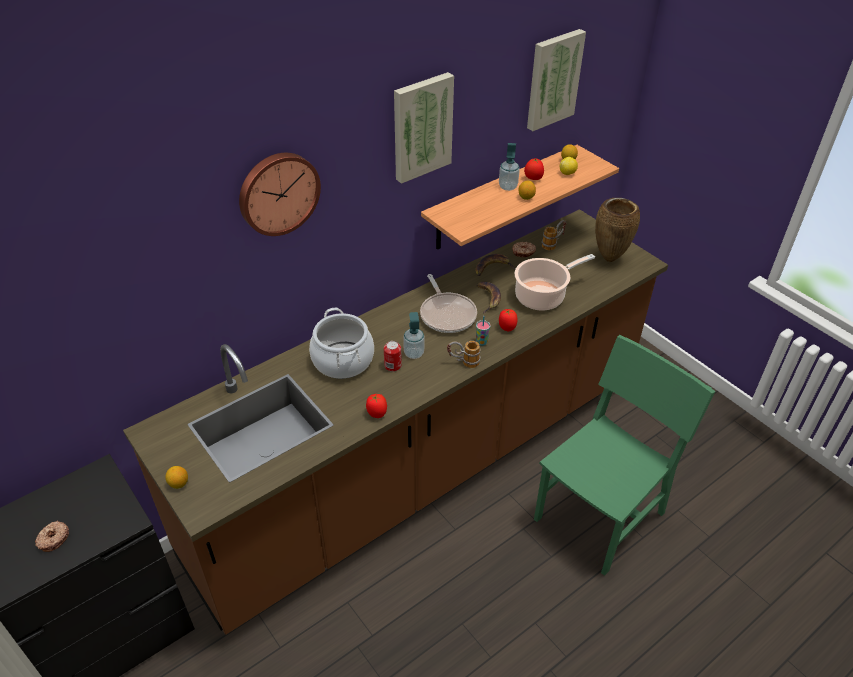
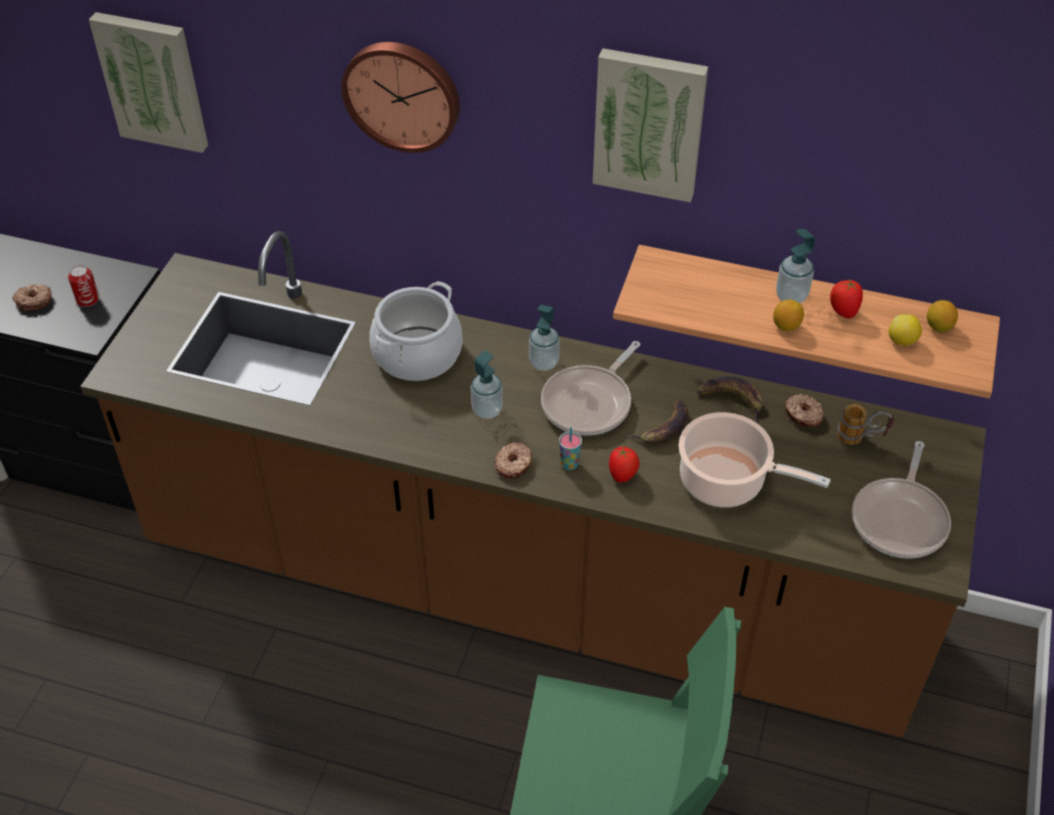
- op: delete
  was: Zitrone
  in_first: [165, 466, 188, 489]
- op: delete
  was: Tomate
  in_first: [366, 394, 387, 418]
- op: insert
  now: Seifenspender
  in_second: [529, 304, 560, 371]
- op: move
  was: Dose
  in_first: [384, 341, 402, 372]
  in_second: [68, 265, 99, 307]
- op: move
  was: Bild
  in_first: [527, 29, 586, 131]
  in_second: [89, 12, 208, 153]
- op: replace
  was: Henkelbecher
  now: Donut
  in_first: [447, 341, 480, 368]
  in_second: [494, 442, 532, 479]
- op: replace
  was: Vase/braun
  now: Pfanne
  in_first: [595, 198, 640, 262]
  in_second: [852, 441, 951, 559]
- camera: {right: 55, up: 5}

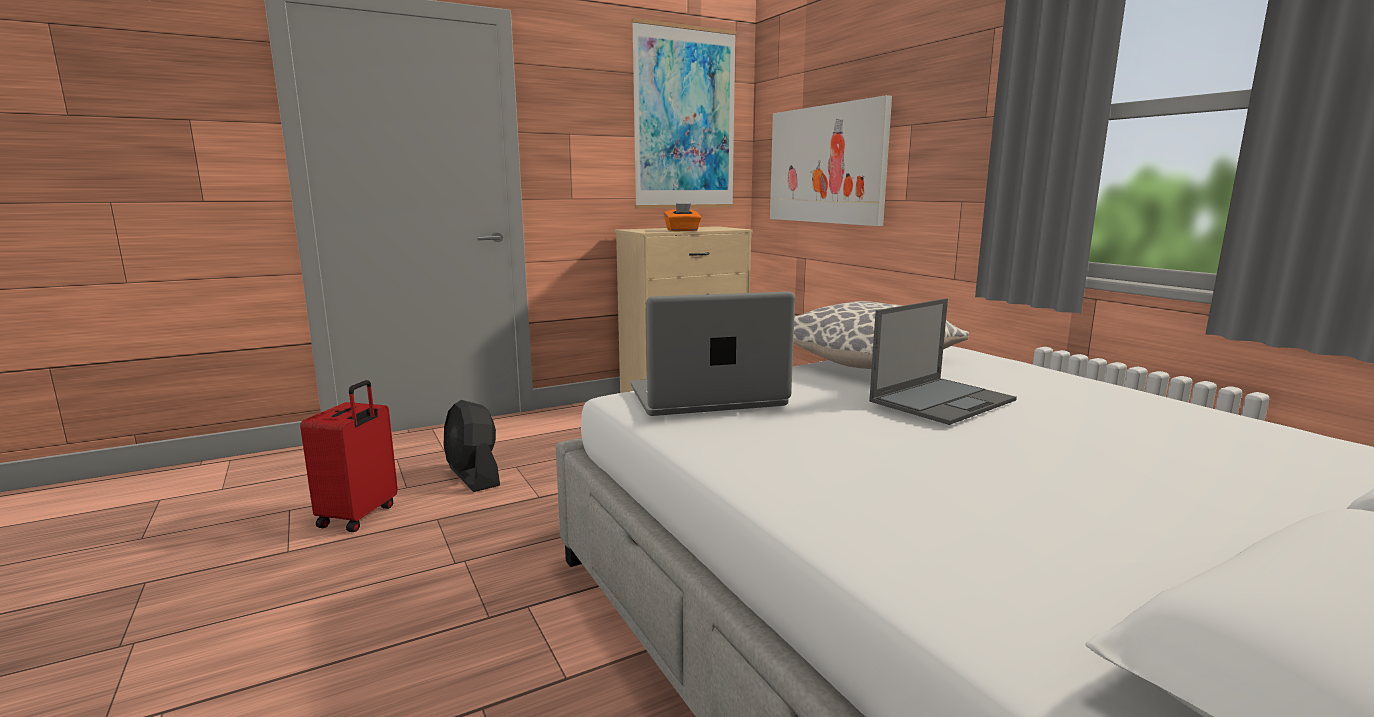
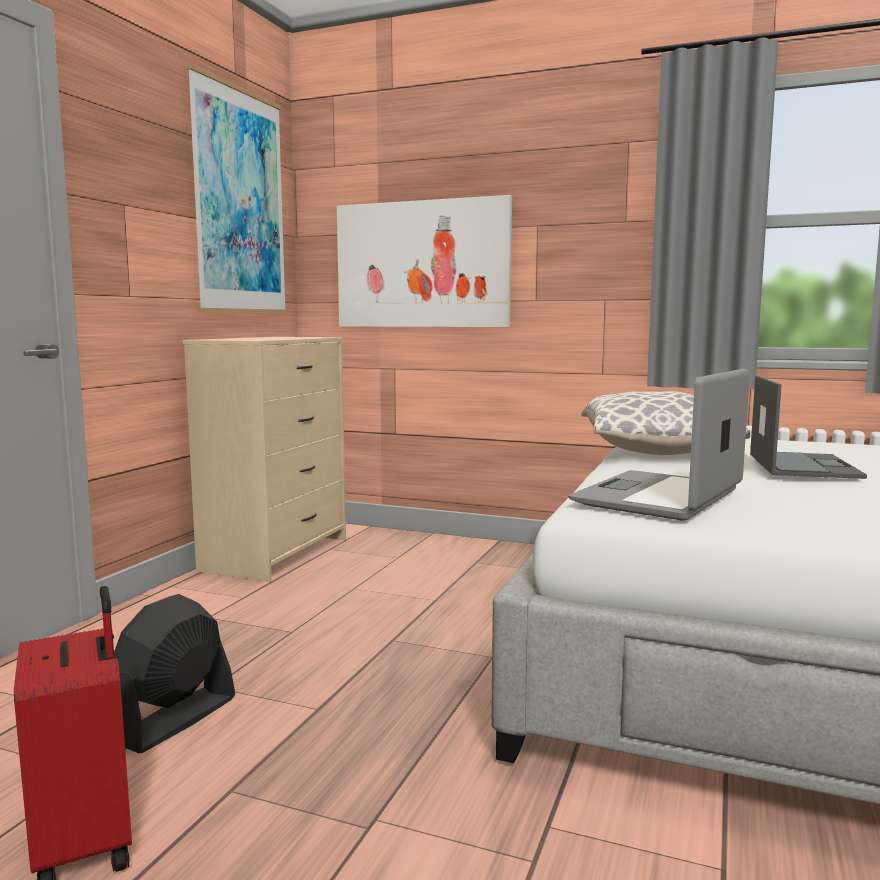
- op: delete
  was: Taschentuchbox/orange
  in_first: [664, 203, 701, 231]
- op: rotate
  was: Ventilator/schwarz
  in_first: [444, 400, 500, 492]
  in_second: [114, 594, 235, 754]
  clockwise: 105
- camera: {right: -40, up: -5}

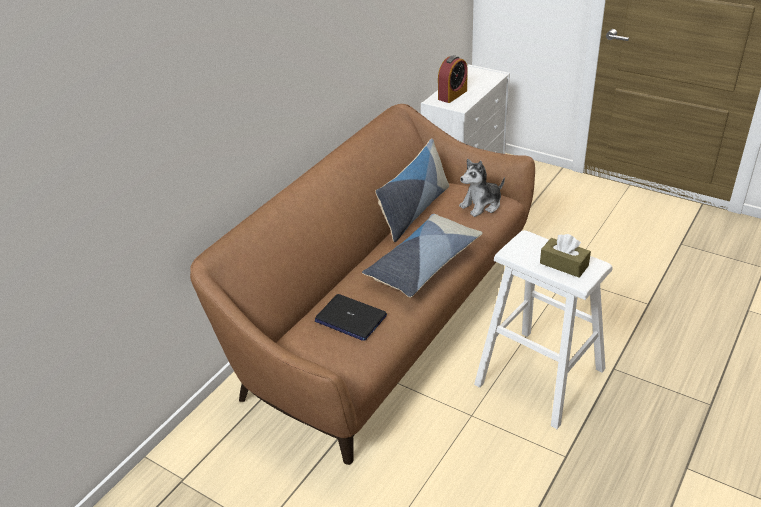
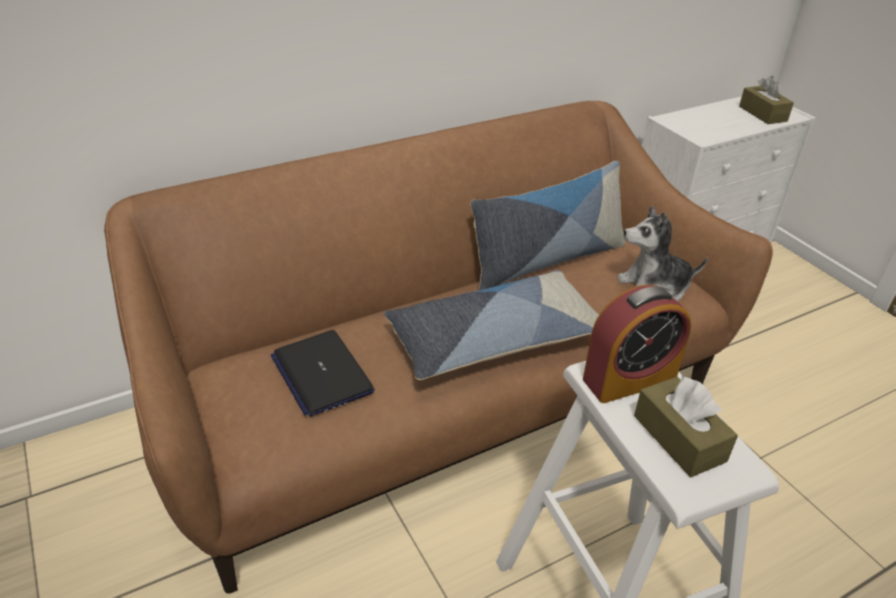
- op: insert
  now: Taschentuchbox/braun
  in_second: [739, 76, 794, 124]
- op: move
  was: Wecker
  in_first: [438, 55, 468, 103]
  in_second: [583, 284, 691, 403]
- camera: {right: 25, up: 0}

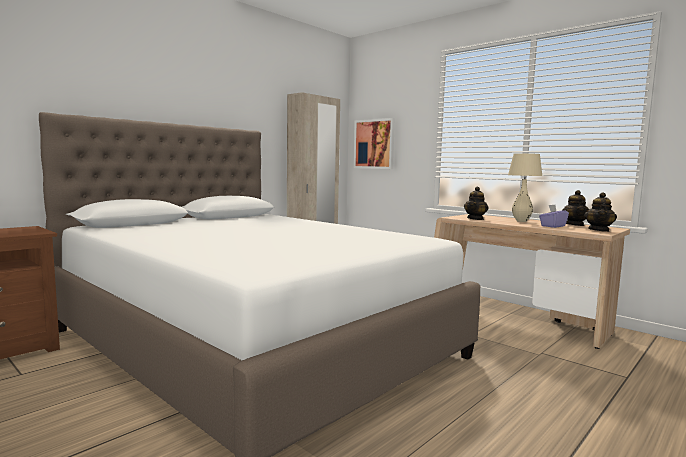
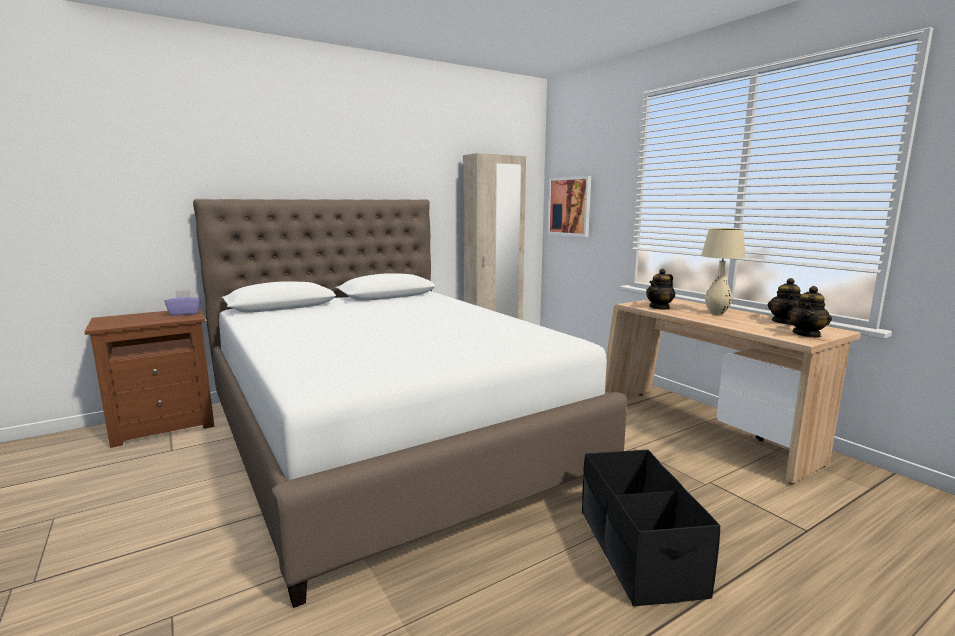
- op: insert
  now: Aufbewahrungsbox/schwarz
  in_second: [582, 450, 720, 607]
- op: move
  was: Taschentuchbox/lila
  in_first: [539, 205, 569, 228]
  in_second: [165, 290, 201, 316]
- camera: {right: 15, up: 5}

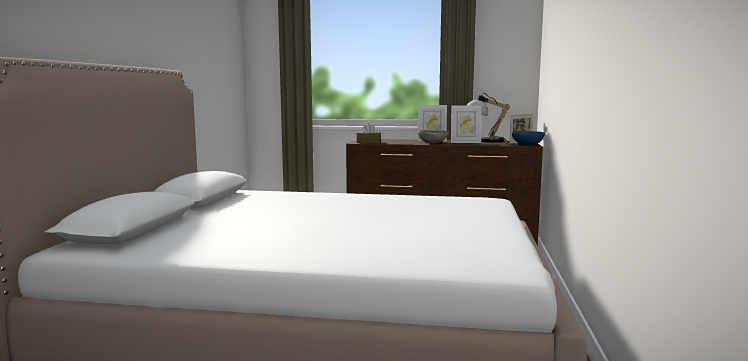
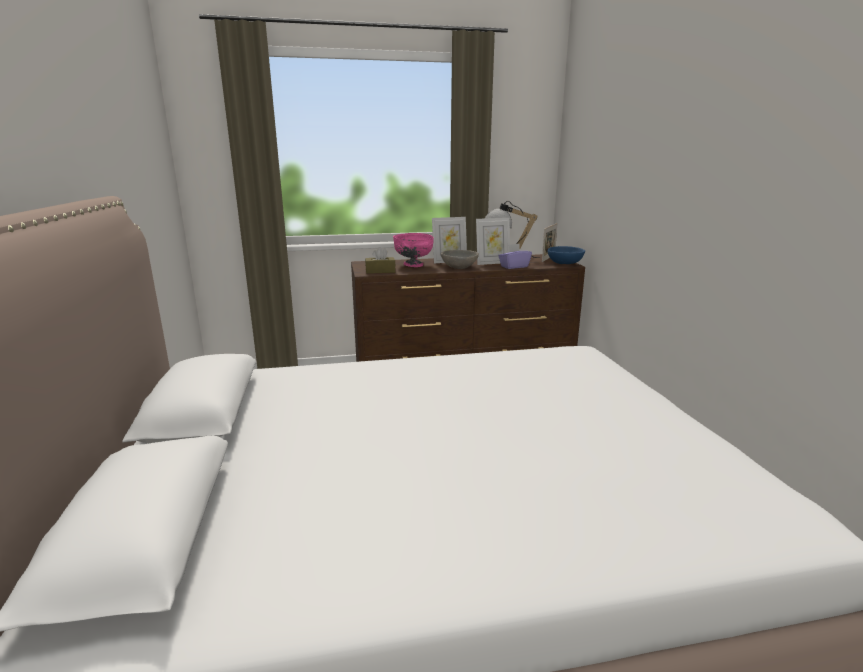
- op: insert
  now: Schüssel/rosa
  in_second: [393, 233, 434, 267]
- op: insert
  now: Taschentuchbox/lila
  in_second: [498, 244, 532, 269]
- camera: {right: -20, up: 10}

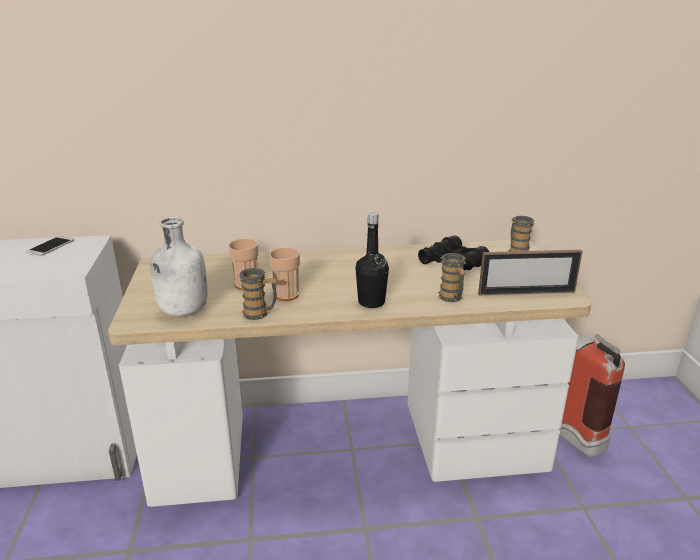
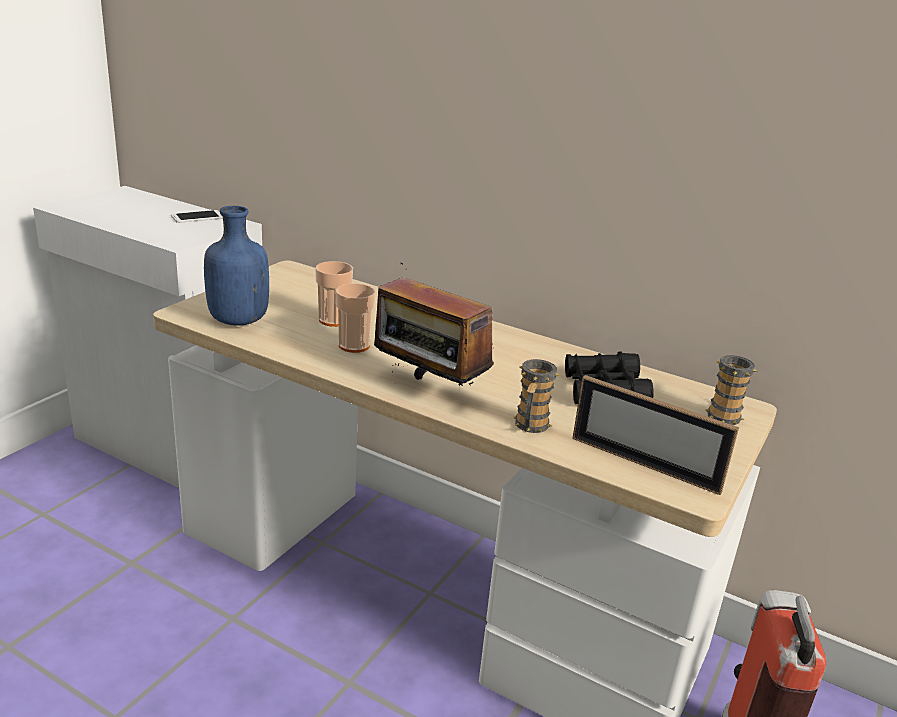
- op: delete
  was: Henkelbecher
  in_first: [238, 268, 277, 320]
- op: replace
  was: Flasche/schwarz
  now: Radio
  in_first: [356, 212, 389, 308]
  in_second: [374, 263, 494, 389]
- op: recolor
  was: Flasche/weiß
  now: Flasche/blau
  in_first: [150, 217, 208, 316]
  in_second: [204, 206, 269, 326]
- camera: {right: 35, up: 0}

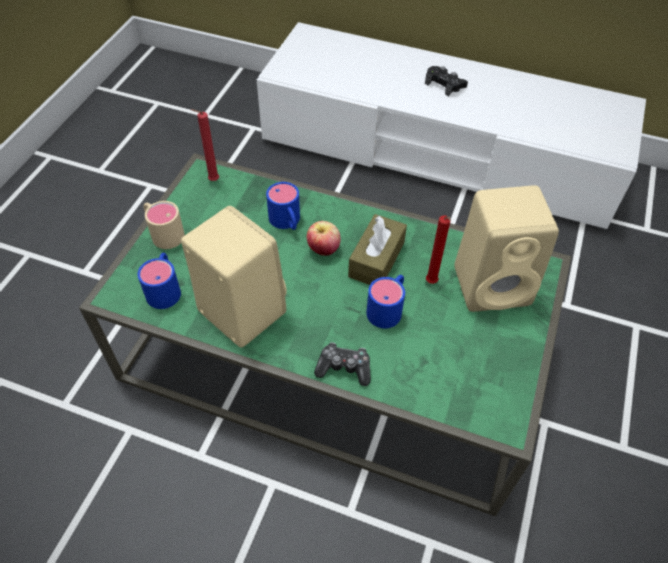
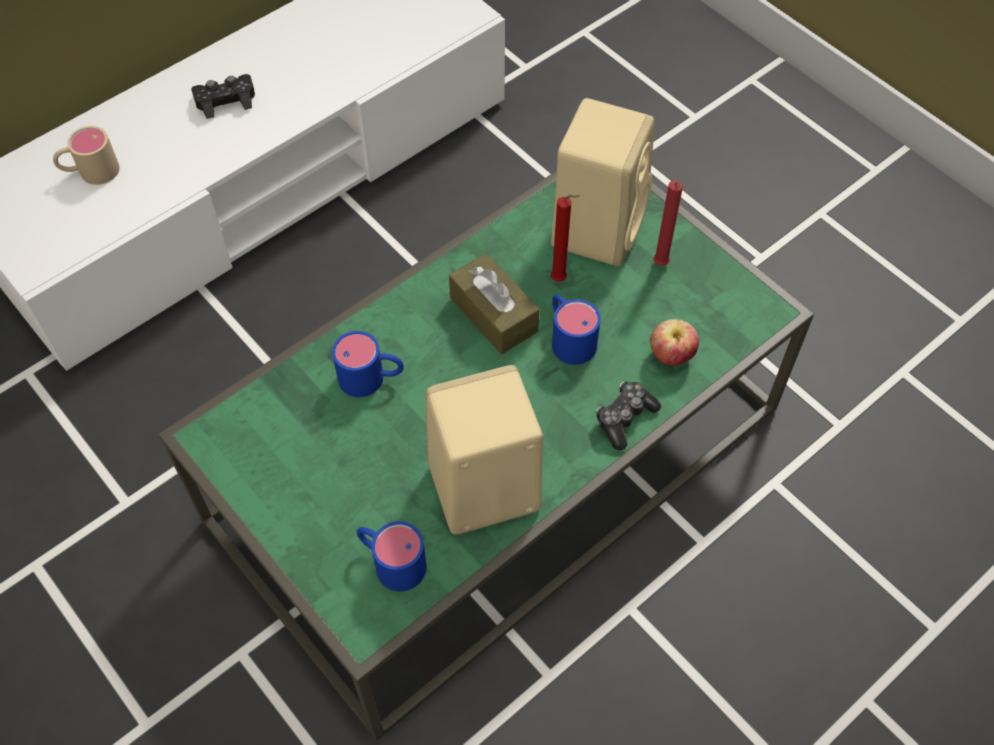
- op: move
  was: Henkelbecher/beige
  in_first: [144, 201, 185, 249]
  in_second: [53, 126, 120, 185]
- op: move
  was: Kerze/rot
  in_first: [191, 109, 219, 181]
  in_second: [653, 180, 683, 266]
- op: move
  was: Apfel
  in_first: [307, 221, 341, 256]
  in_second: [650, 319, 699, 366]
- camera: {right: -60, up: 5}

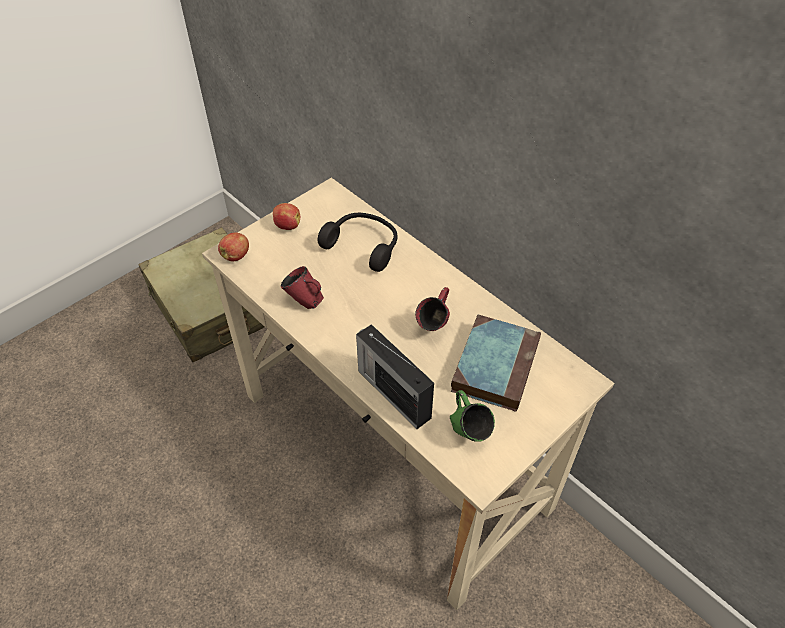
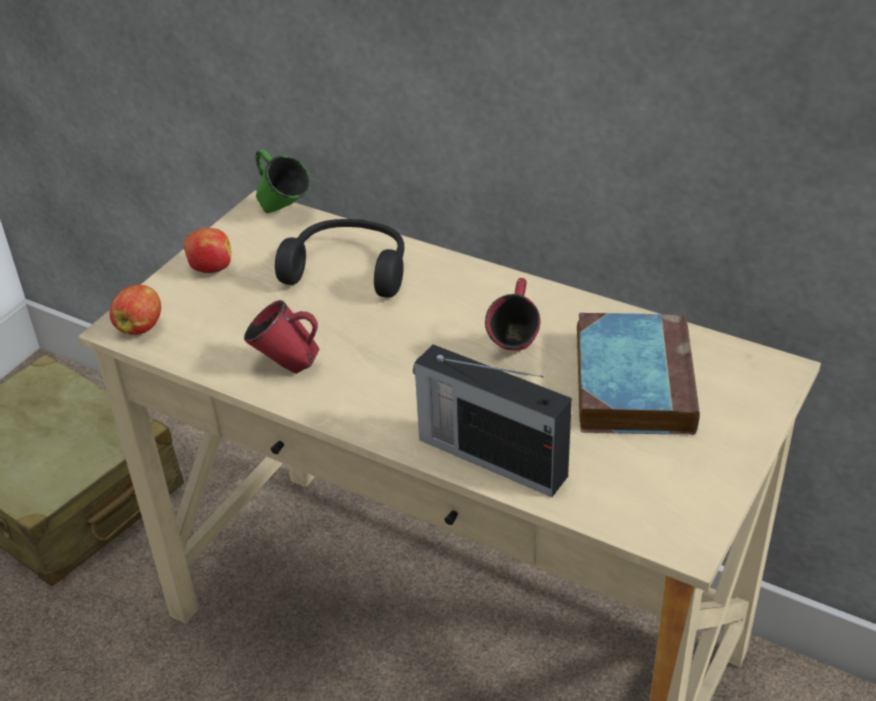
- op: move
  was: Henkelbecher/grün
  in_first: [450, 390, 495, 442]
  in_second: [255, 149, 310, 213]
- camera: {right: -15, up: -10}

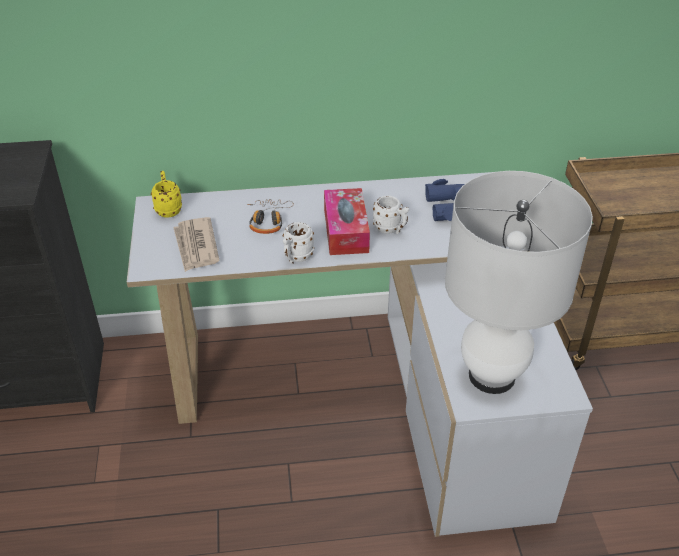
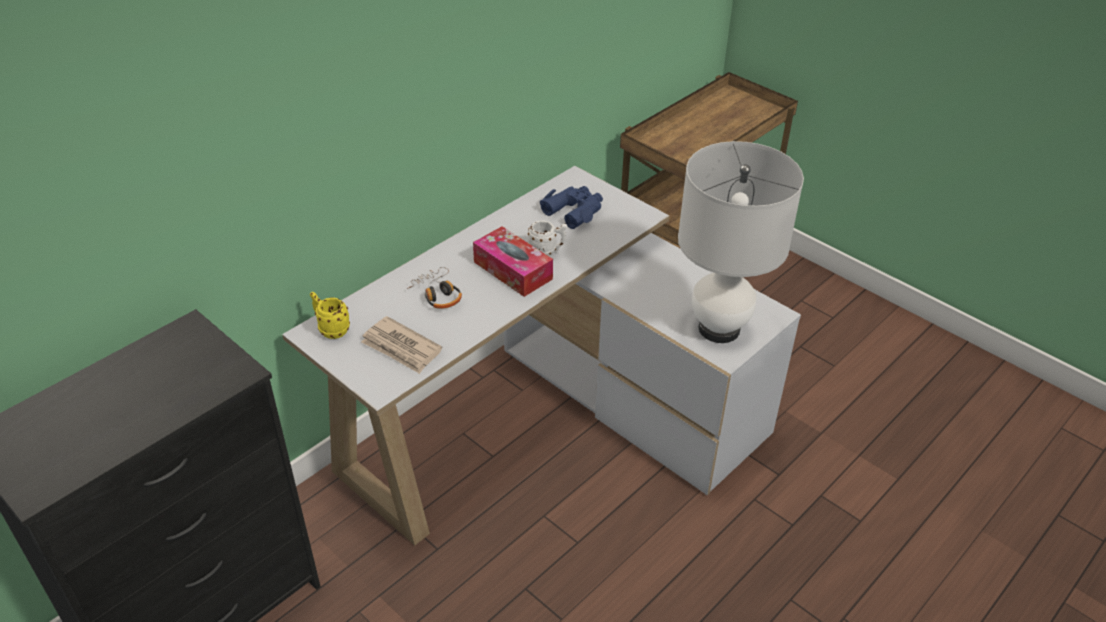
- op: delete
  was: Henkelbecher/weiß
  in_first: [283, 222, 314, 264]
- camera: {right: -40, up: 0}

